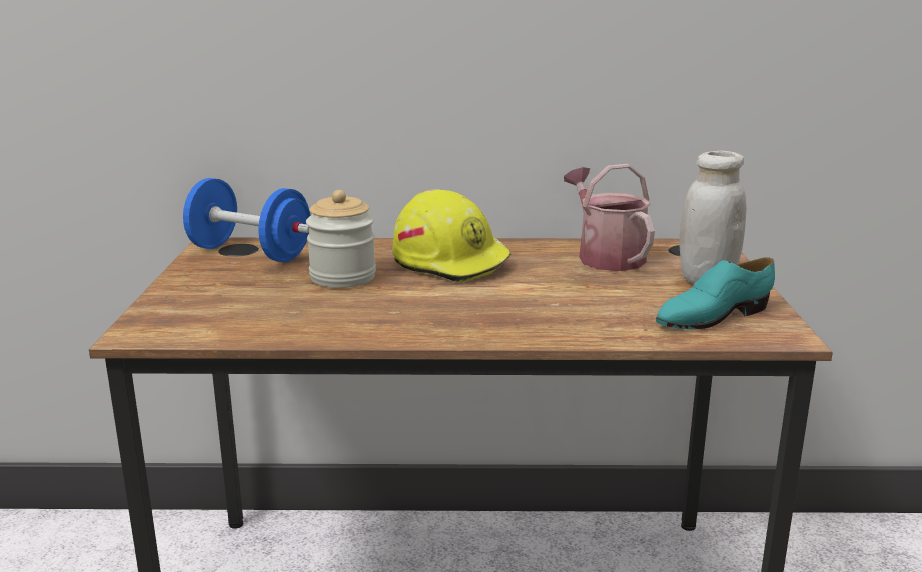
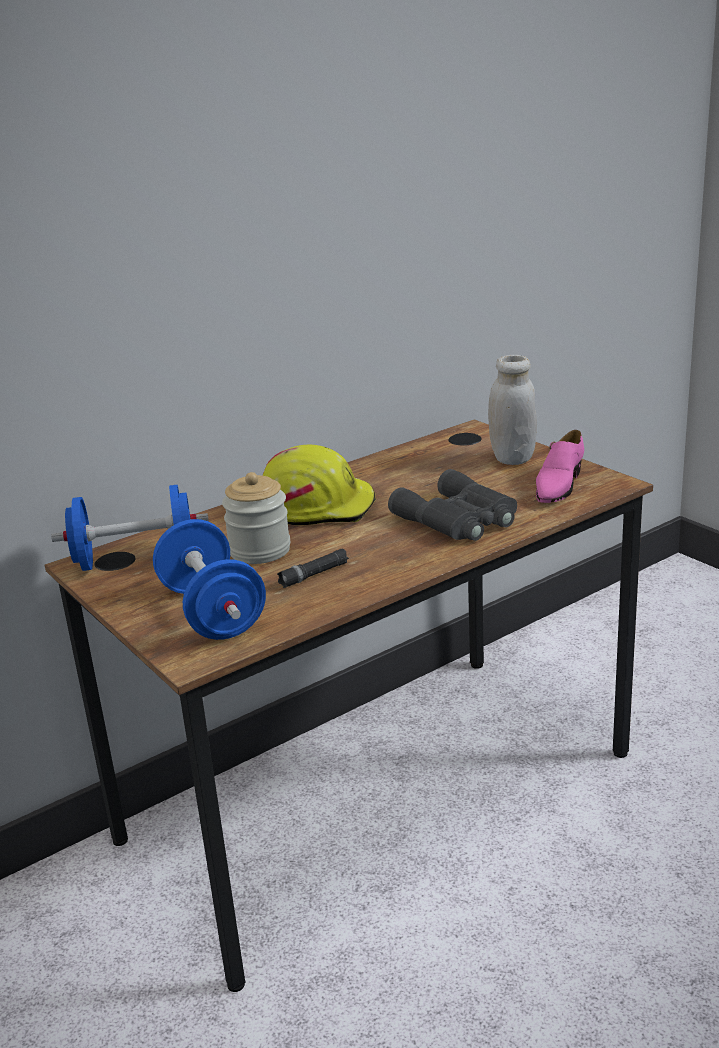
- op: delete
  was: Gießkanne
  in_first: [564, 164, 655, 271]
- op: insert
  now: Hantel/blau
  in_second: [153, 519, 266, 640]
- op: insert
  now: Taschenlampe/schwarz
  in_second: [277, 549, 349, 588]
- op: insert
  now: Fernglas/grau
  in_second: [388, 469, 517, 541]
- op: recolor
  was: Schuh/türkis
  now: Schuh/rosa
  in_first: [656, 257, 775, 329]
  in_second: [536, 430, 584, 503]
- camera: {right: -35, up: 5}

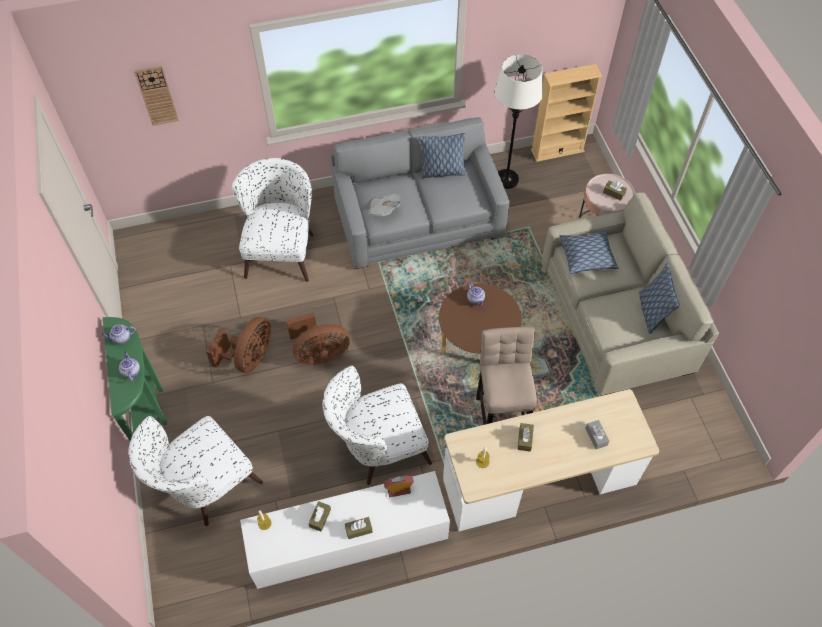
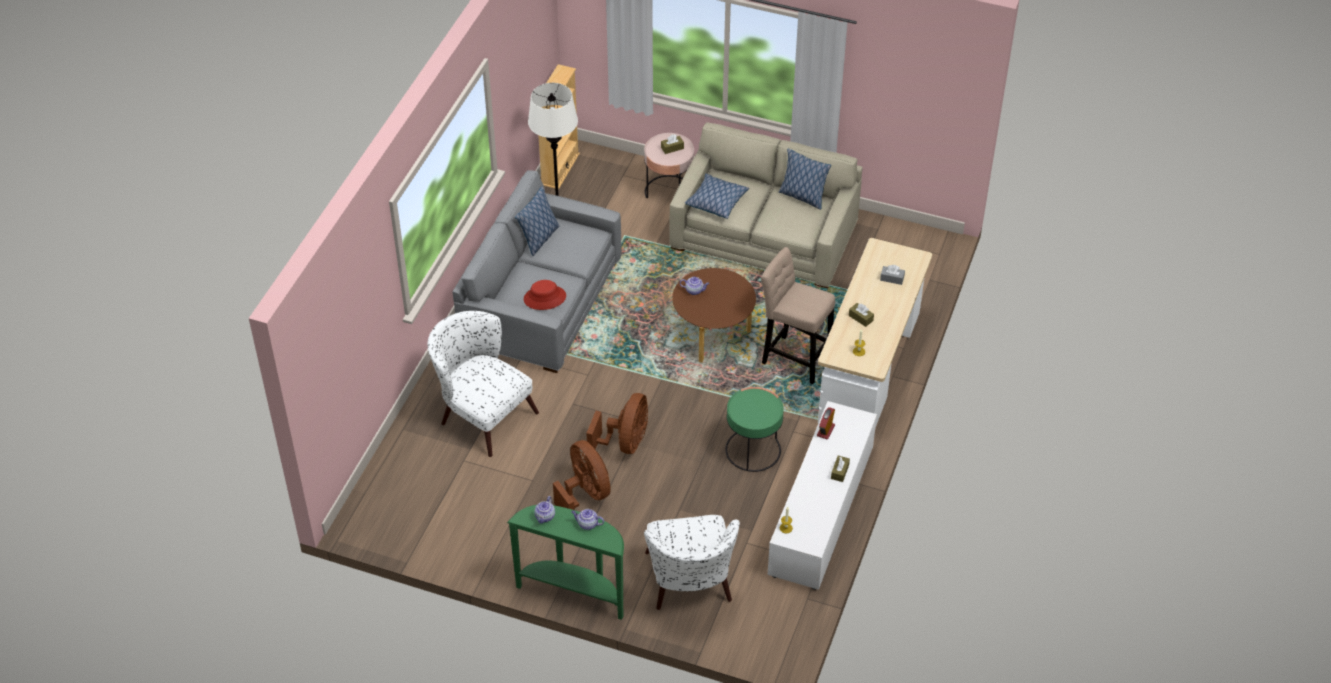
- op: delete
  was: Wanduhr
  in_first: [134, 66, 179, 125]
- op: delete
  was: Taschentuchbox/braun
  in_first: [308, 501, 331, 531]
- op: replace
  was: Sessel/weiß
  now: Beistelltisch/grün
  in_first: [323, 366, 432, 485]
  in_second: [725, 387, 784, 472]
- op: replace
  was: Zeitung
  now: Hut/rot
  in_first: [368, 193, 401, 217]
  in_second: [524, 280, 566, 310]
- camera: {right: -55, up: -10}

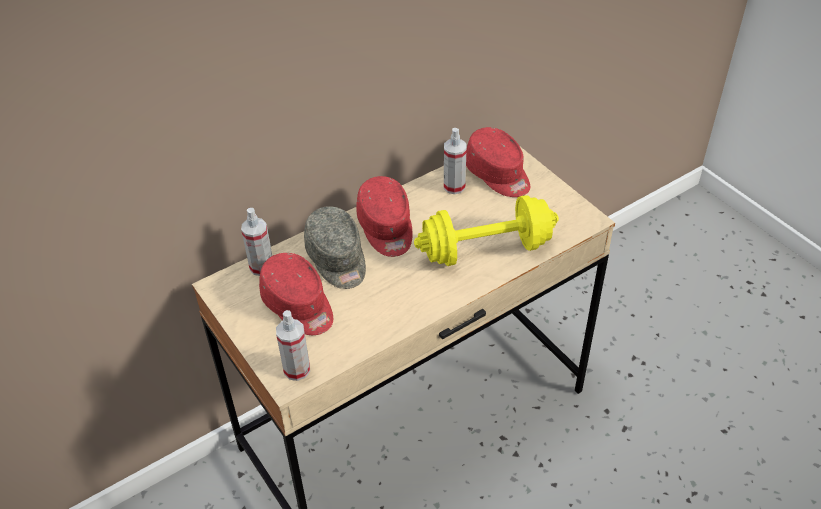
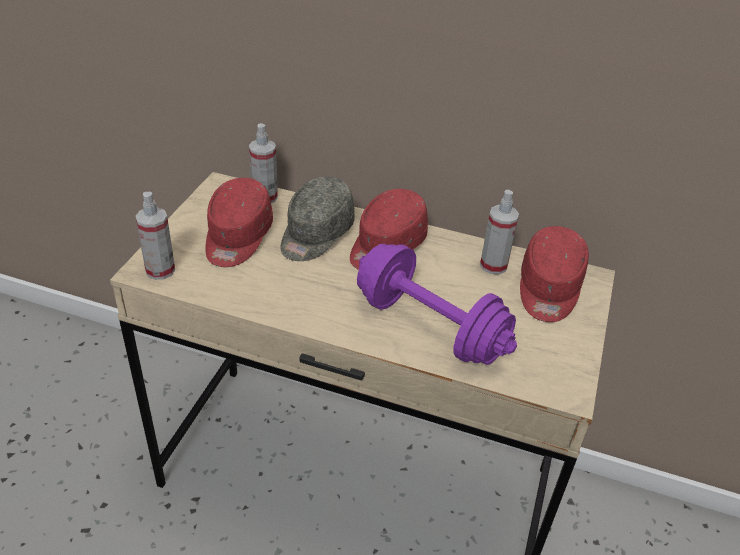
- op: recolor
  was: Hantel/gelb
  now: Hantel/lila
  in_first: [414, 195, 559, 266]
  in_second: [357, 244, 517, 365]
- camera: {right: 50, up: -5}

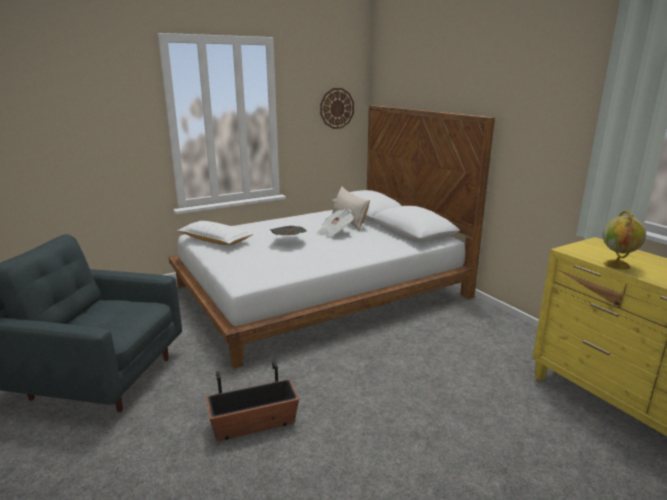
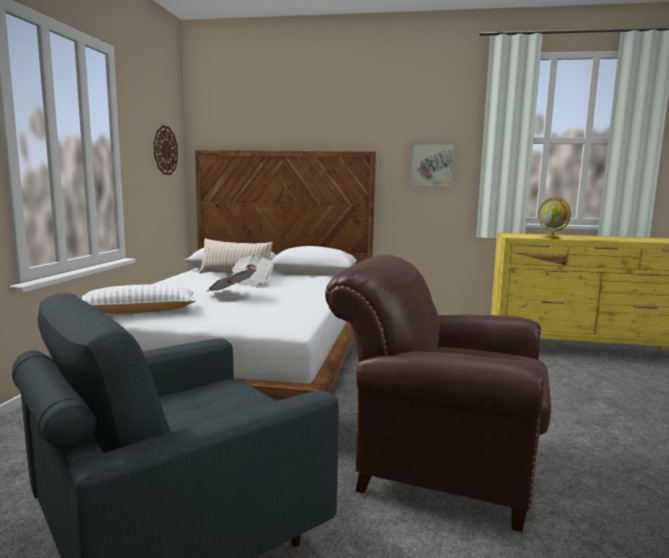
- op: insert
  now: Bild
  in_second: [410, 143, 455, 186]
- op: replace
  was: Pflanzkübel
  now: Sessel/braun
  in_first: [206, 361, 299, 442]
  in_second: [325, 254, 551, 532]
- camera: {right: -50, up: -10}

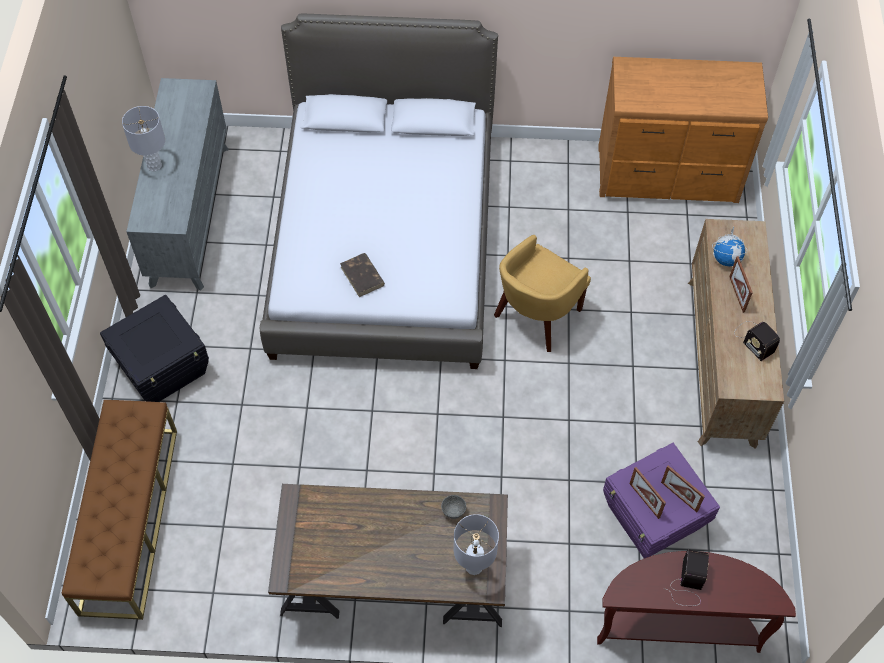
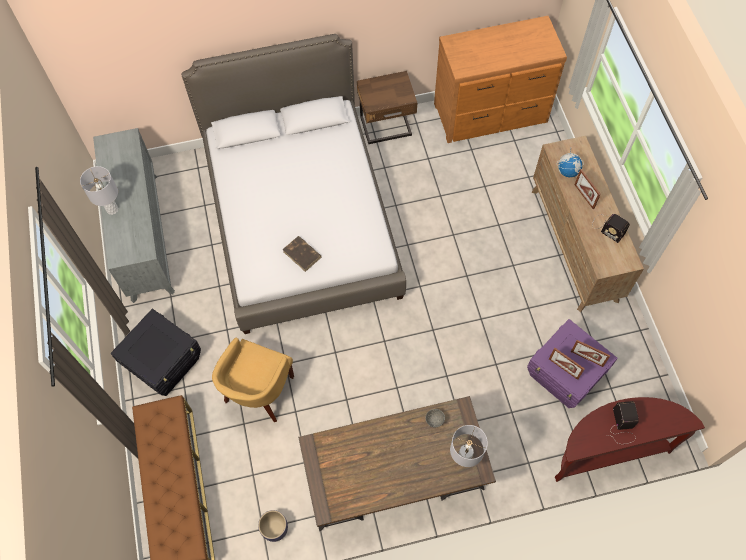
- op: insert
  now: Pflanzkübel
  in_second: [258, 510, 288, 542]
- op: insert
  now: Nachttisch/braun
  in_second: [357, 71, 417, 144]
- op: move
  was: Sessel/gelb
  in_first: [494, 235, 591, 352]
  in_second: [212, 337, 294, 422]
- camera: {right: -15, up: 5}

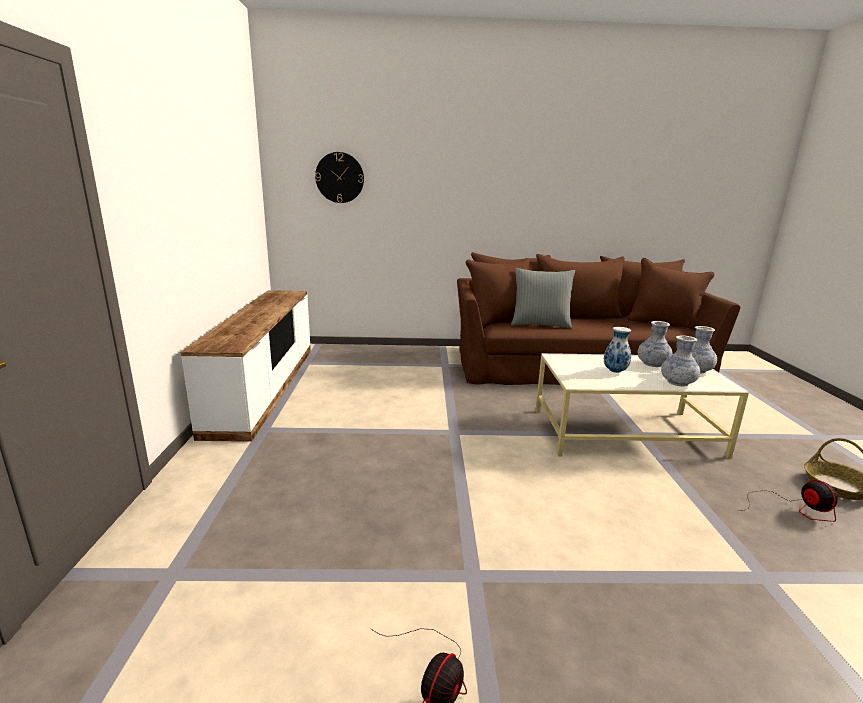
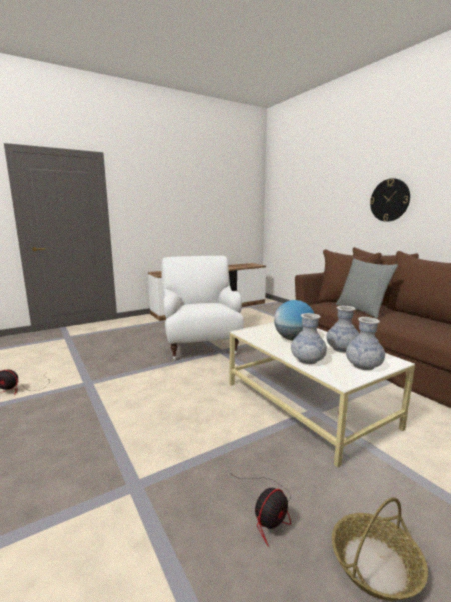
- op: insert
  now: Sessel/weiß
  in_second: [161, 256, 244, 360]
- op: move
  was: Wanduhr
  in_first: [315, 152, 364, 203]
  in_second: [370, 178, 410, 222]
- op: replace
  was: Vase
  now: Globus
  in_first: [604, 327, 631, 373]
  in_second: [274, 300, 314, 341]
- camera: {right: 60, up: -5}

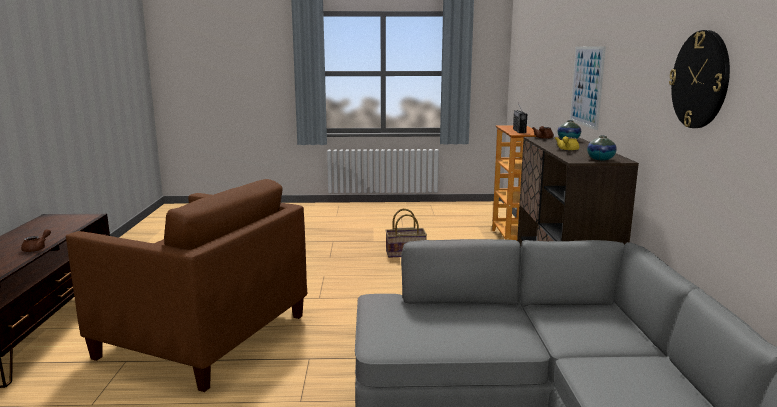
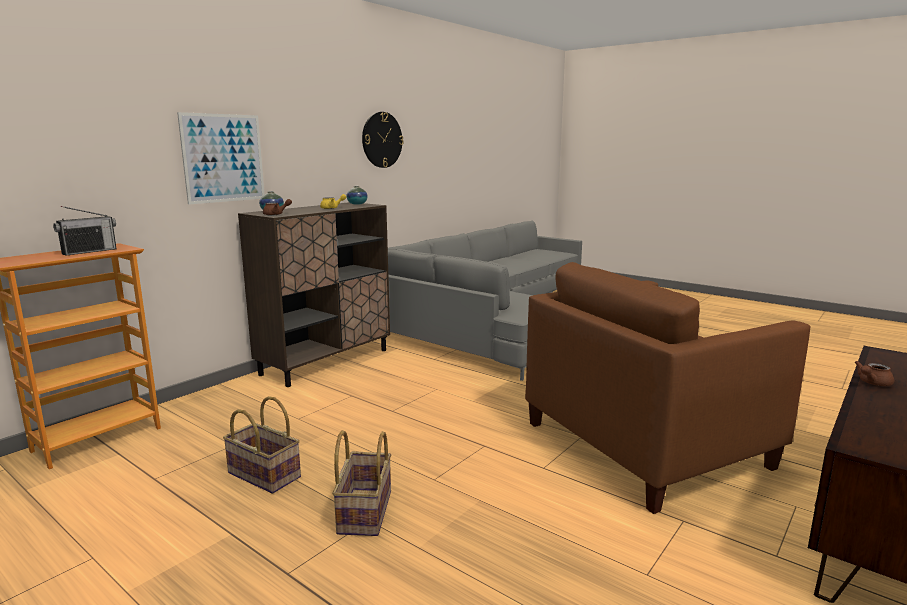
- op: insert
  now: Korb
  in_second: [332, 430, 391, 536]
- op: rotate
  was: Sessel/braun
  in_first: [66, 179, 307, 392]
  in_second: [525, 262, 811, 514]
  clockwise: -90
- camera: {right: -140, up: 0}

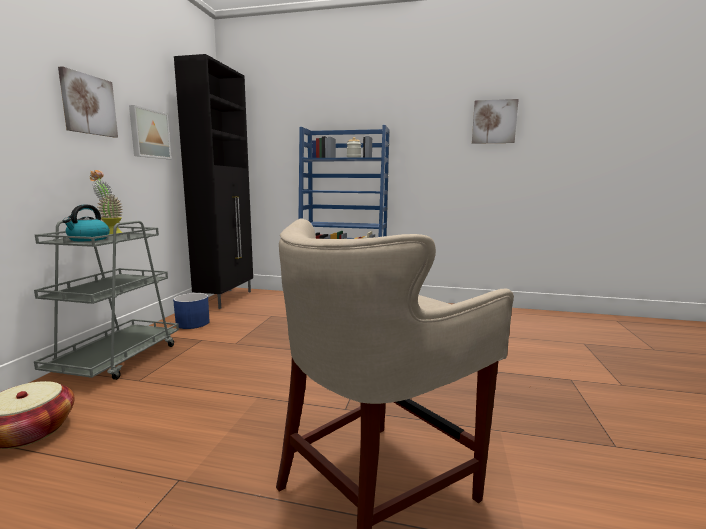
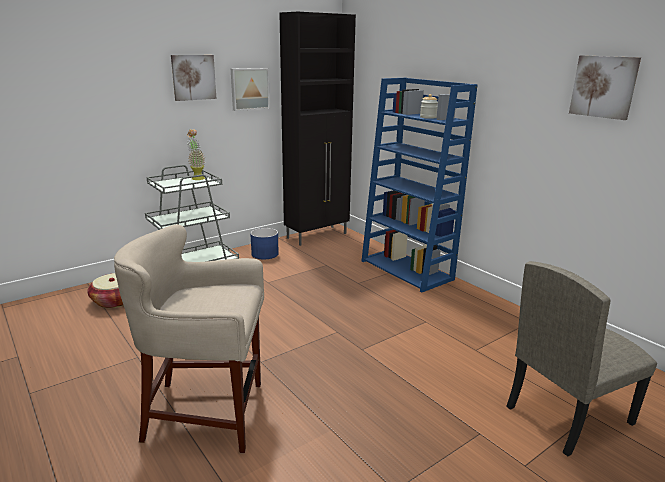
- op: delete
  was: Wasserkessel
  in_first: [63, 204, 110, 241]
- op: insert
  now: Stuhl/beige
  in_second: [506, 261, 657, 456]
- camera: {right: 40, up: 10}

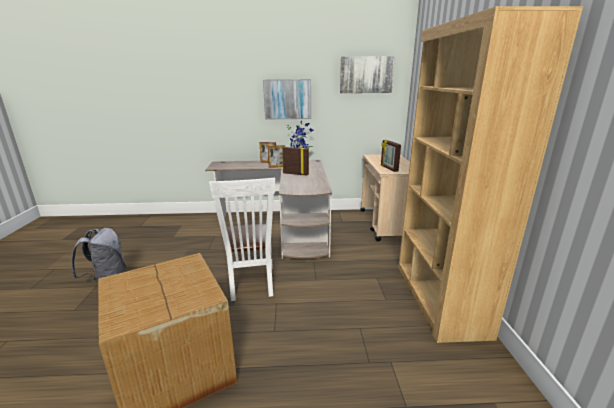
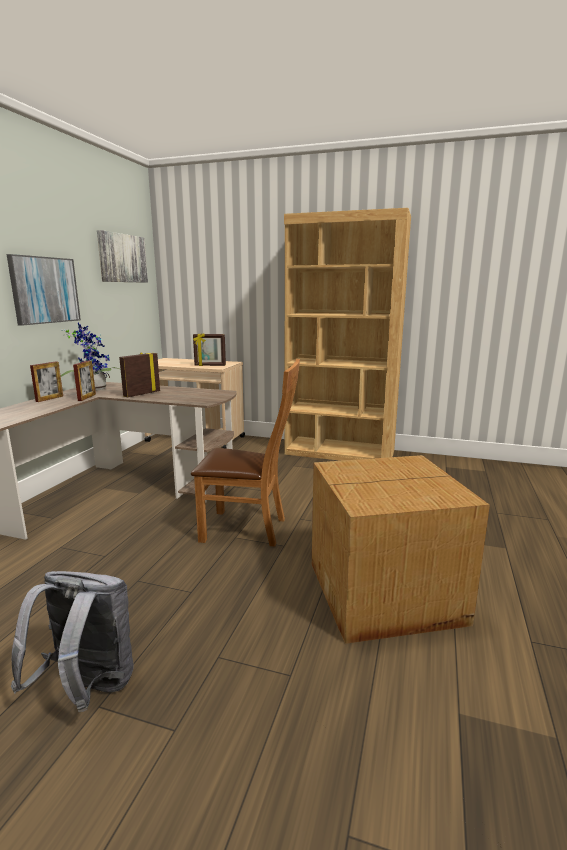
- op: recolor
  was: Stuhl/weiß
  now: Stuhl/braun
  in_first: [209, 178, 275, 301]
  in_second: [191, 359, 300, 547]
- camera: {right: -70, up: -5}

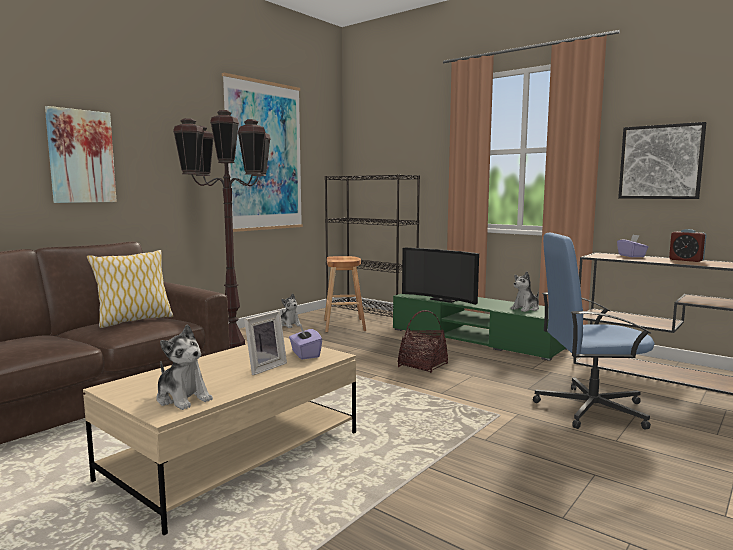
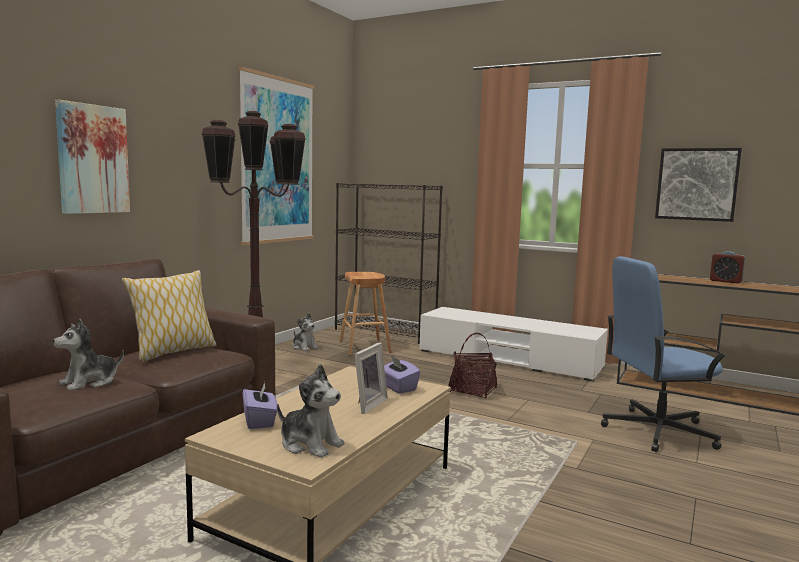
- op: delete
  was: Fernseher
  in_first: [402, 248, 479, 305]
- op: move
  was: Plüschtier
  in_first: [511, 271, 539, 312]
  in_second: [53, 319, 124, 391]
- op: move
  was: Taschentuchbox/lila
  in_first: [617, 235, 649, 257]
  in_second: [243, 382, 277, 429]
- op: recolor
  was: Fernsehschrank/grün
  now: Fernsehschrank/weiß
  in_first: [393, 294, 567, 361]
  in_second: [419, 307, 608, 381]
- camera: {right: -10, up: 0}

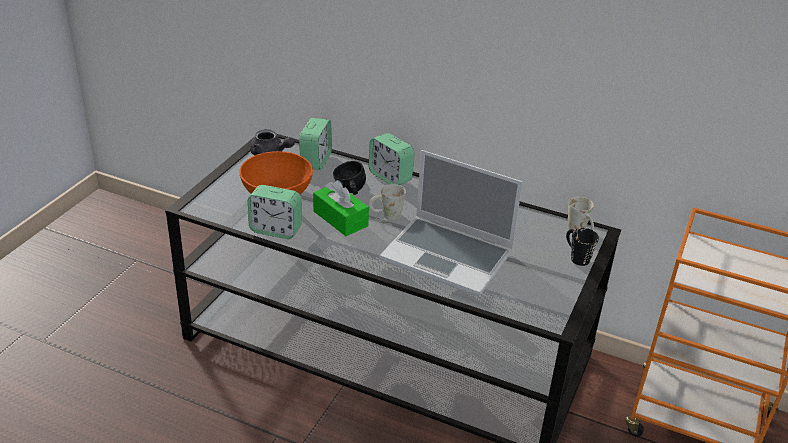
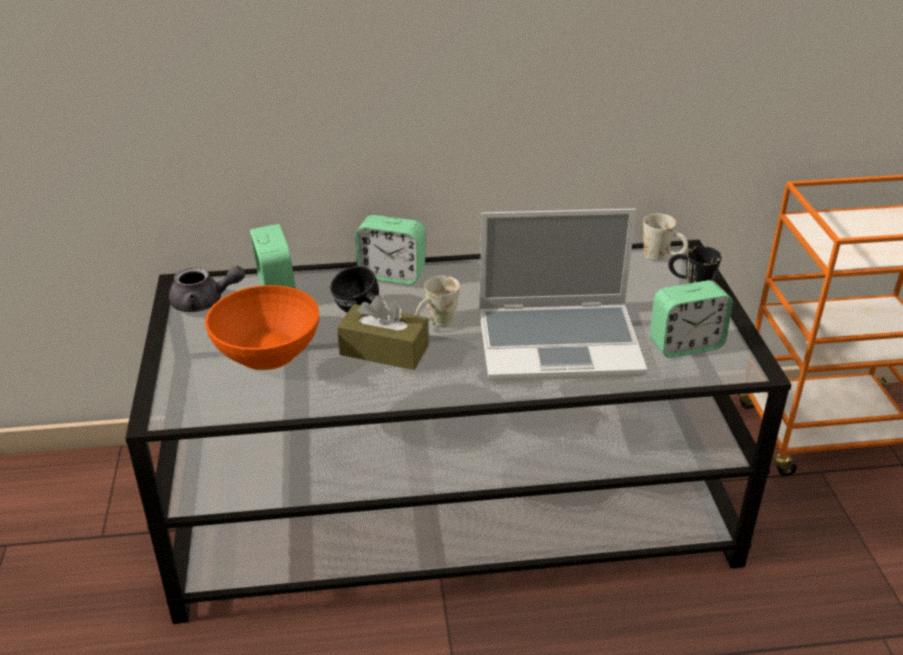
- op: move
  was: Wecker
  in_first: [248, 185, 302, 239]
  in_second: [650, 280, 733, 358]
- op: recolor
  was: Taschentuchbox/grün
  now: Taschentuchbox/braun
  in_first: [313, 180, 369, 236]
  in_second: [337, 295, 429, 370]
- camera: {right: -30, up: 0}

